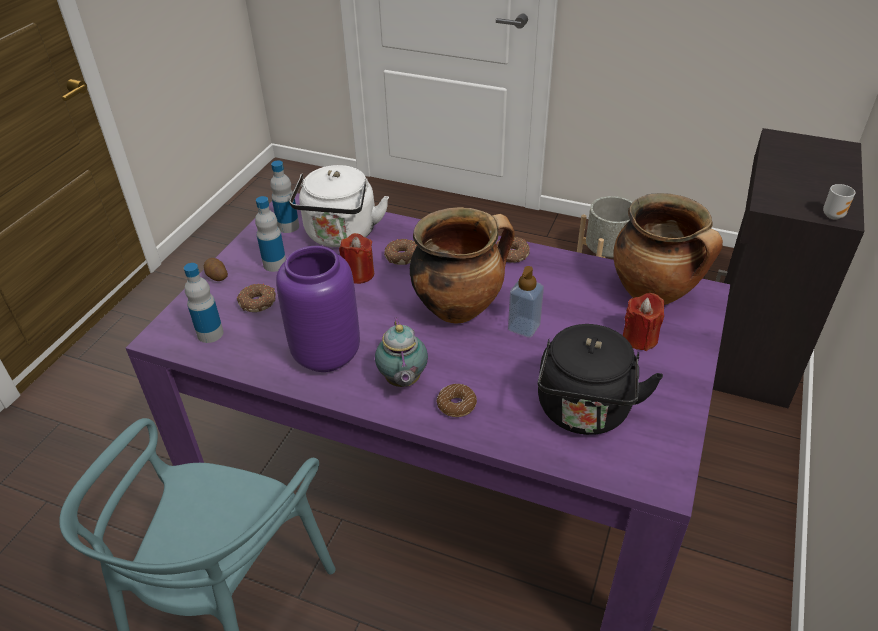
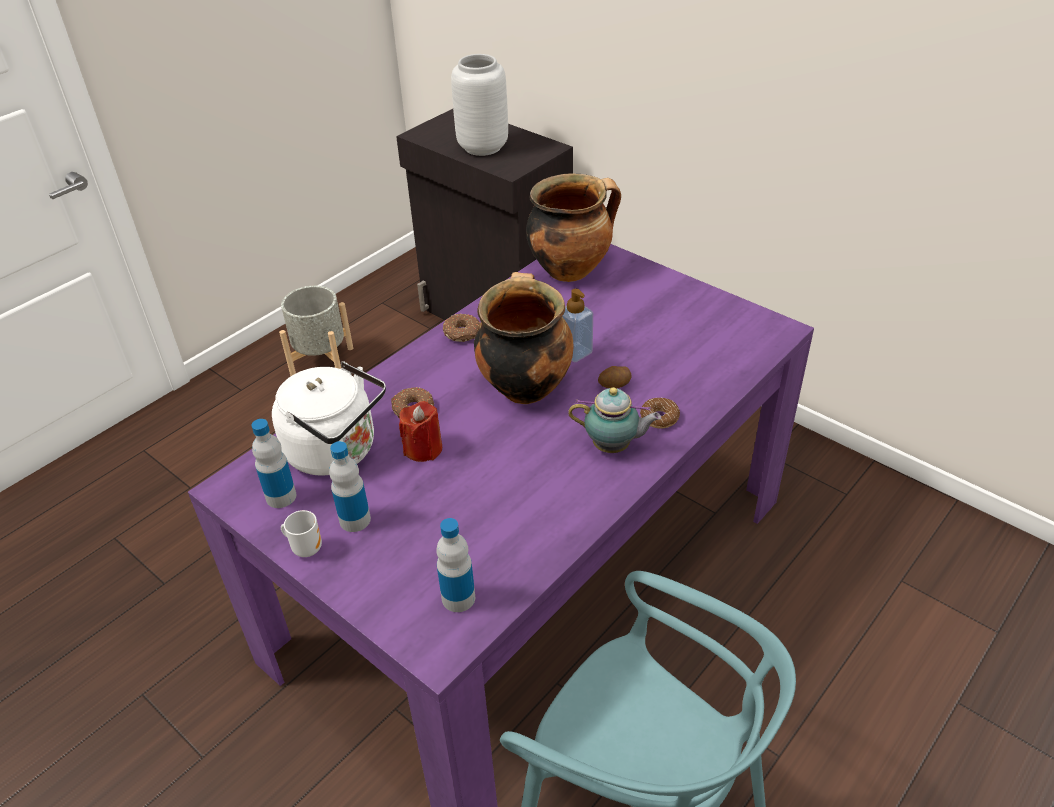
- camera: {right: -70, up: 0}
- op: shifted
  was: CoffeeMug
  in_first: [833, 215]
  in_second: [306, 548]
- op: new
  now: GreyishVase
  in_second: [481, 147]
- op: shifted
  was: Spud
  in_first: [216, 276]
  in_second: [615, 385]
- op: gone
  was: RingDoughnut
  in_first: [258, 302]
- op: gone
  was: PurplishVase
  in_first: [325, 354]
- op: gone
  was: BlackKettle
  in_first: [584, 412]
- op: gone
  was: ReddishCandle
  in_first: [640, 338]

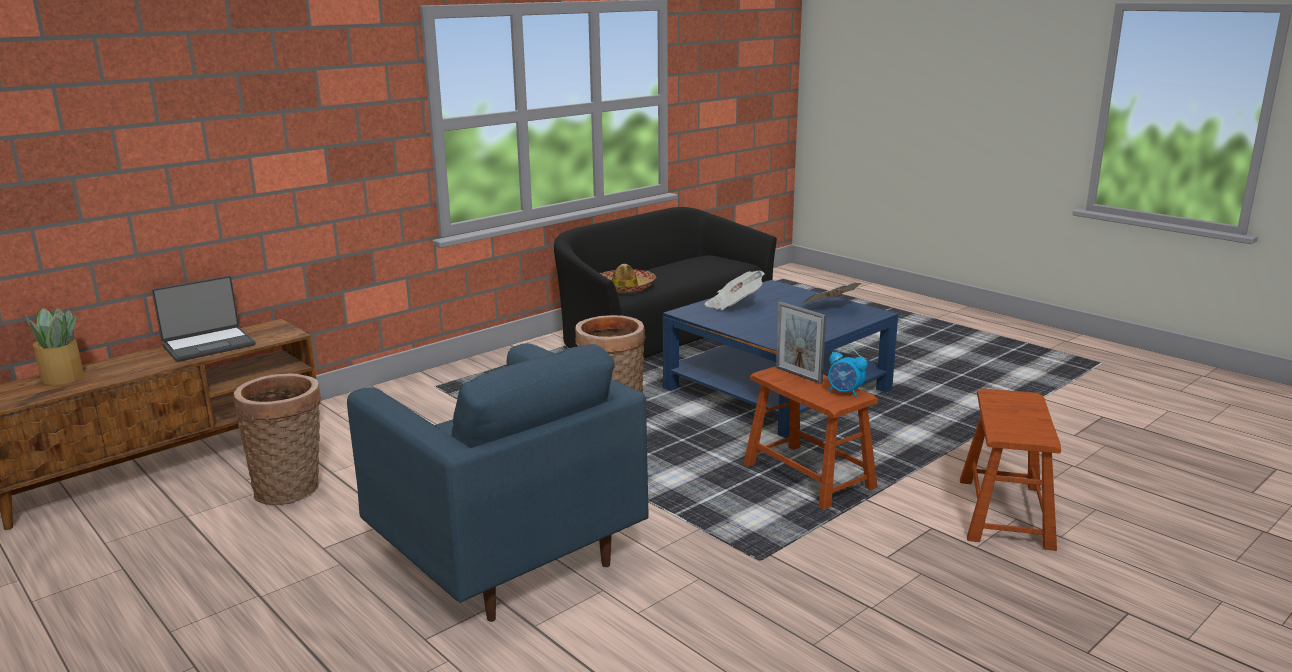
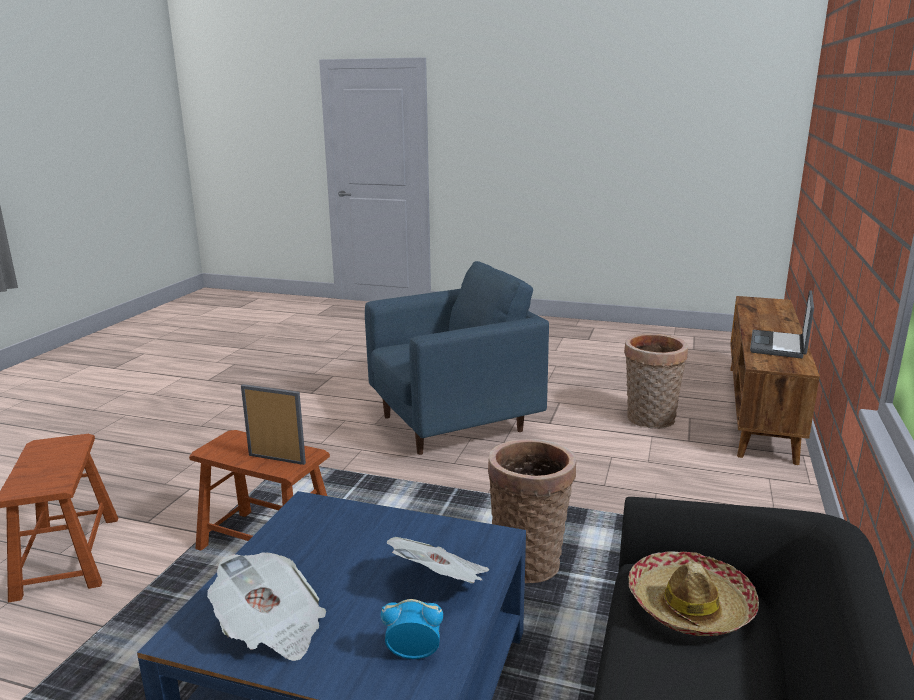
- camera: {right: 150, up: 0}
- op: rotated
  was: BlueLoungeChair
  in_first: [504, 556]
  in_second: [452, 424]
  clockwise: 135
- op: shifted
  was: TableClock
  in_first: [845, 392]
  in_second: [413, 653]
- op: gone
  was: Houseplant
  in_first: [62, 377]

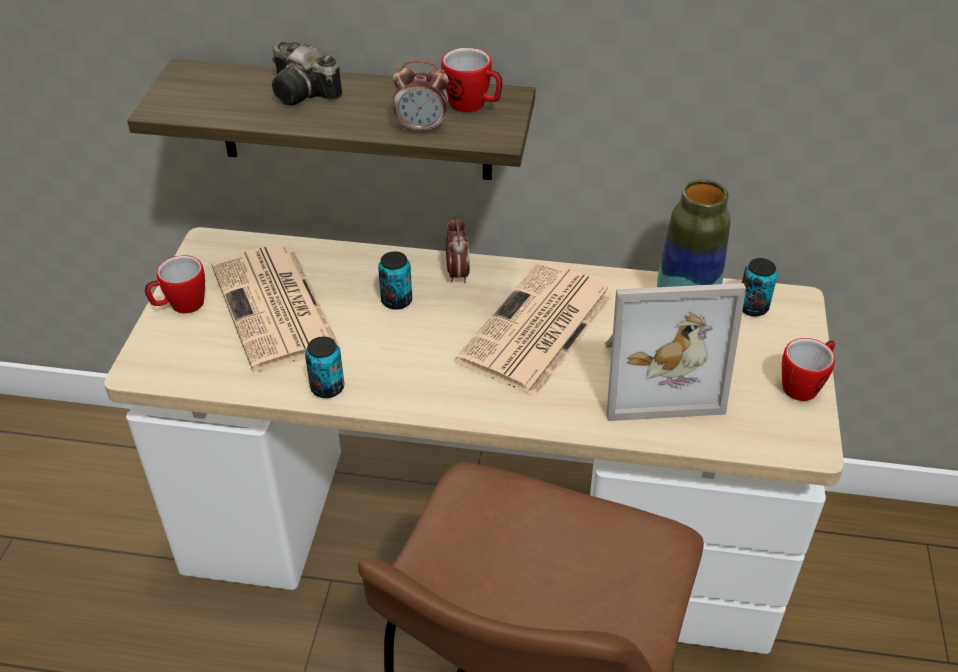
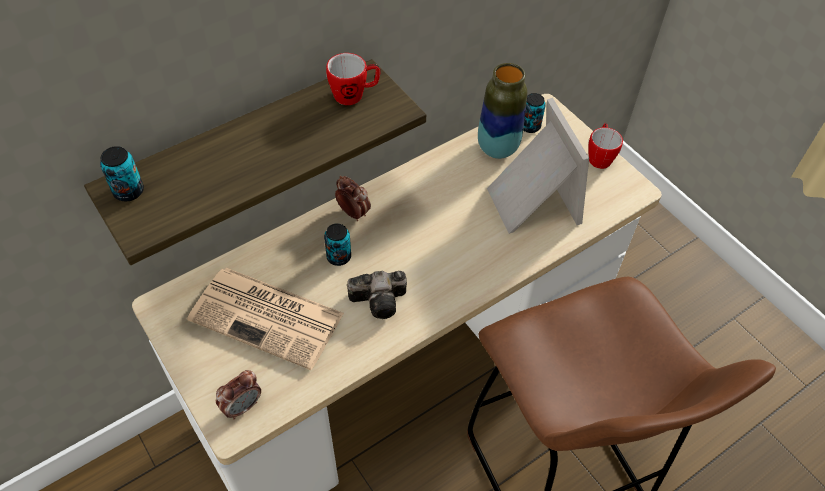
- camera: {right: -45, up: 10}
- op: shifted
  was: MetalCan
  in_first: [327, 388]
  in_second: [129, 191]
- op: shifted
  was: TableClock
  in_first: [422, 128]
  in_second: [242, 406]
- op: shifted
  was: StillCamera
  in_first: [305, 93]
  in_second: [381, 300]
- op: rotated
  was: PictureFrame
  in_first: [656, 376]
  in_second: [530, 202]
  clockwise: -60
- op: gone
  was: CoffeeMug
  in_first: [180, 306]
- op: gone
  was: PrintedPaper
  in_first: [537, 330]

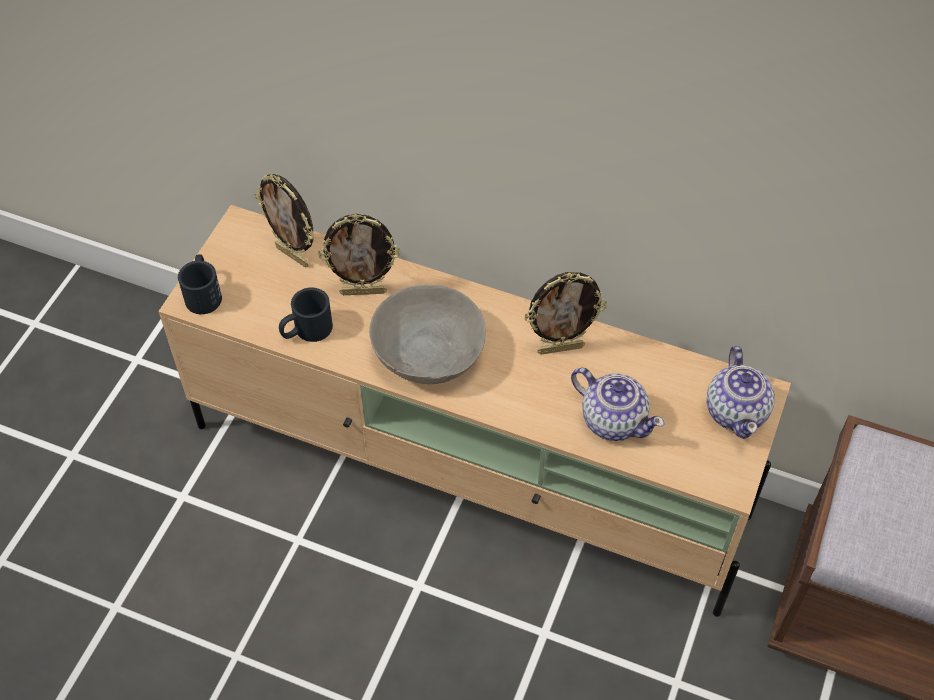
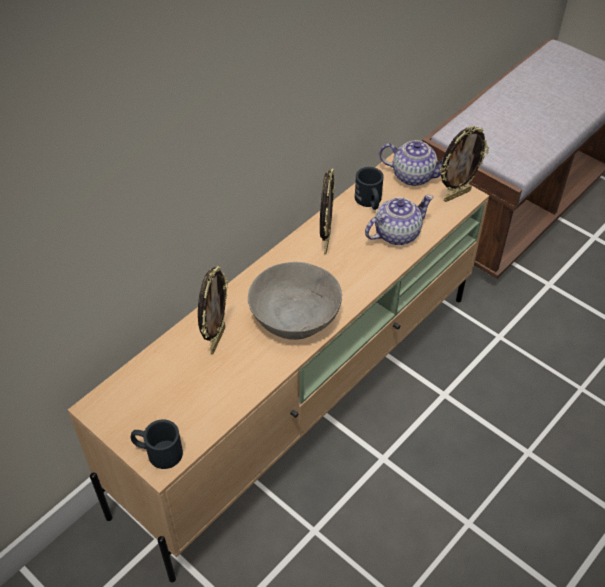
- camera: {right: -70, up: -5}
- op: shifted
  was: BlackCoffeeMug
  in_first: [306, 331]
  in_second: [369, 202]
- op: shifted
  was: PictureFrame
  in_first: [293, 256]
  in_second: [456, 195]

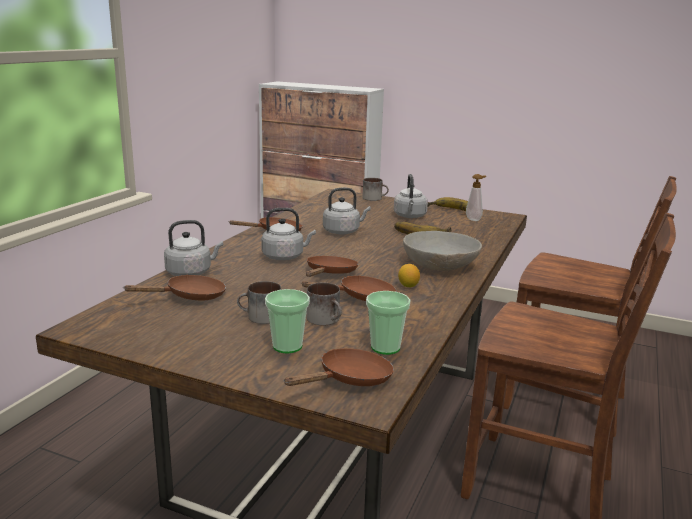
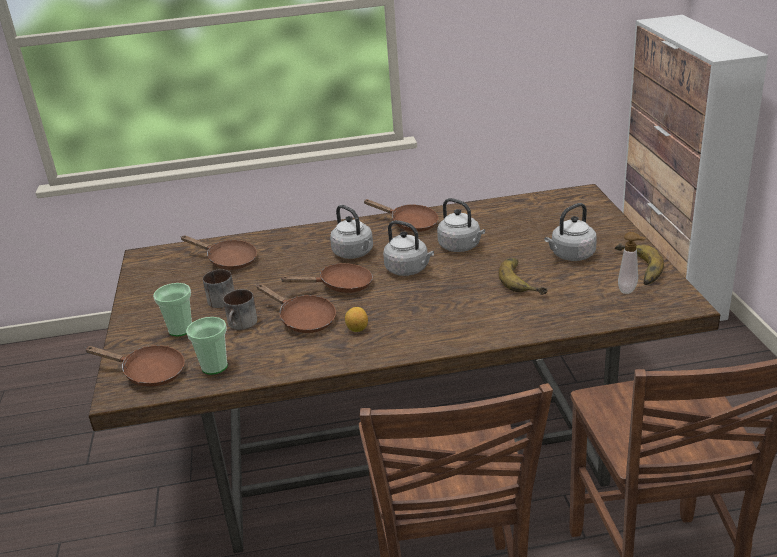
- camera: {right: 60, up: 10}
- op: shifted
  was: GreyishKettle
  in_first: [191, 272]
  in_second: [409, 270]
- op: gone
  was: CoffeeMug
  in_first: [375, 198]
- op: gone
  was: GreyishBowl
  in_first: [440, 265]

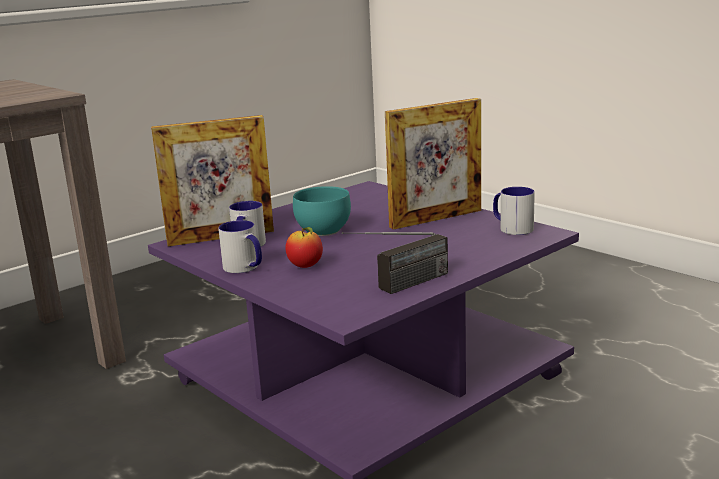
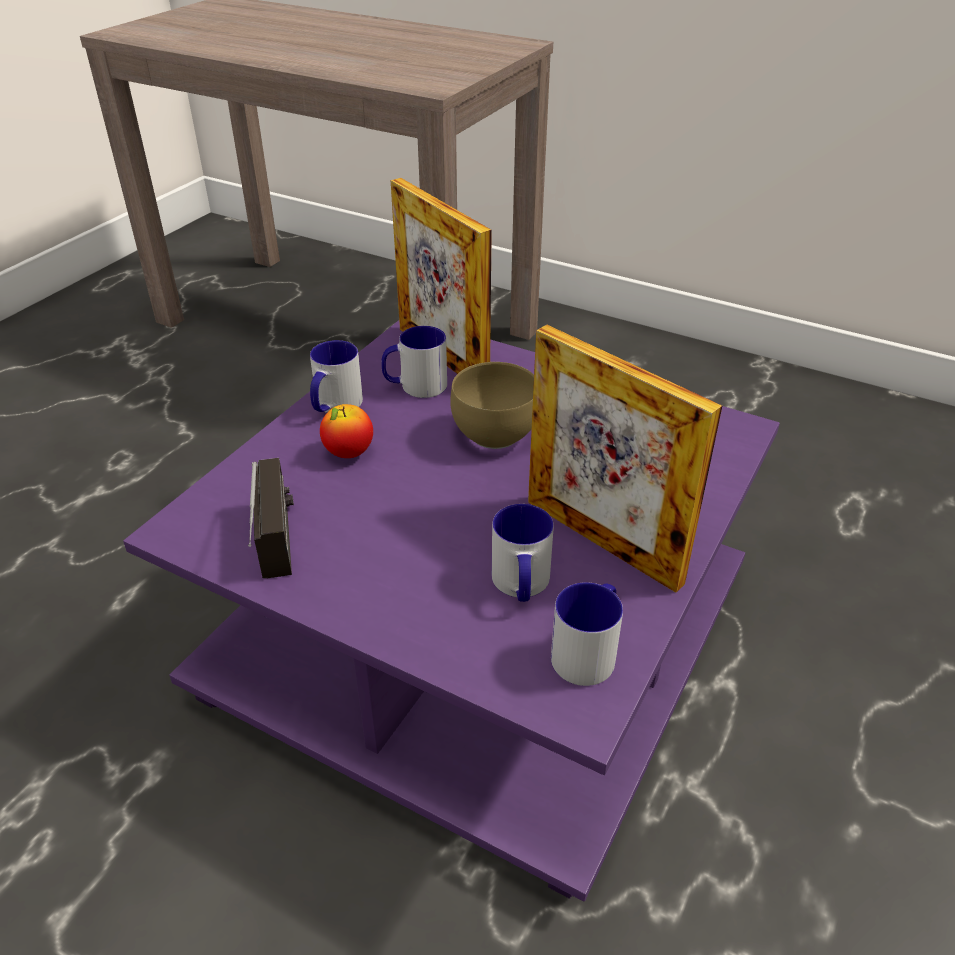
- camera: {right: 70, up: 20}
- op: rotated
  was: RadioSet
  in_first: [399, 287]
  in_second: [280, 558]
  clockwise: -135
- op: repainted
  was: BlueGreenBowl
  now: BrownishBowl
  in_first: [322, 231]
  in_second: [496, 433]
- op: new
  now: CoffeeMug
  in_second: [521, 585]

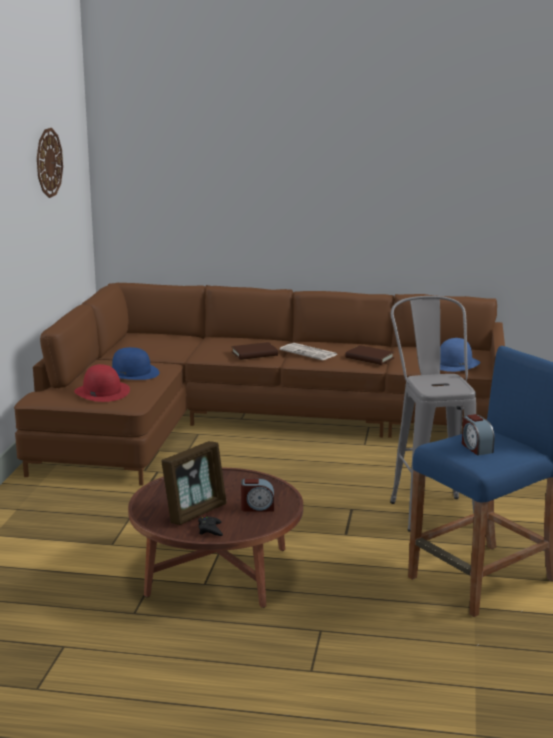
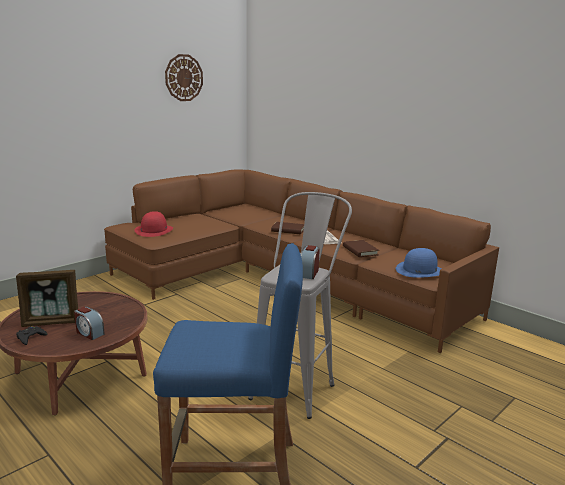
- camera: {right: 35, up: 0}
- op: shifted
  was: TableClock
  in_first: [476, 448]
  in_second: [308, 273]
- op: gone
  was: BlueWearableHat
  in_first: [132, 373]

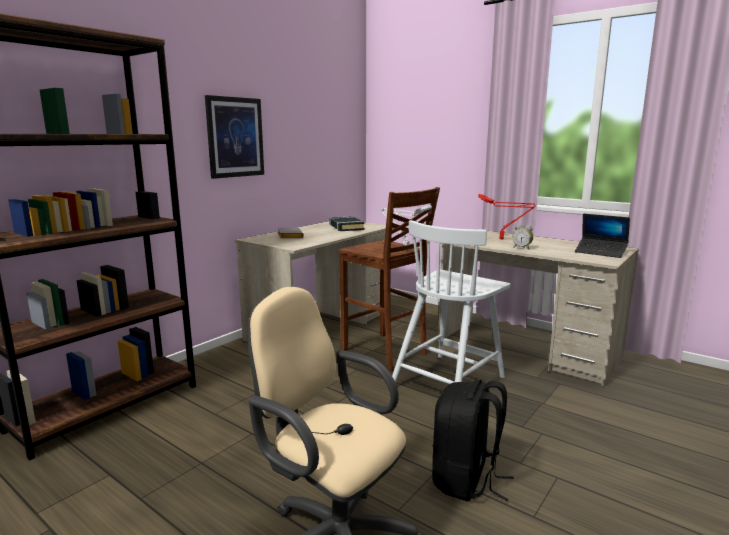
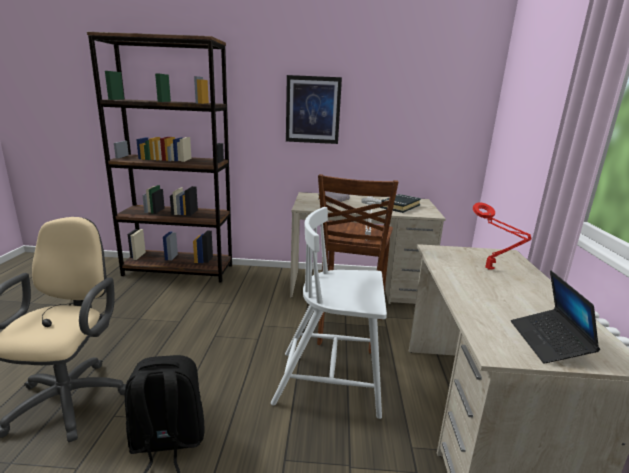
- camera: {right: 55, up: 5}
- op: gone
  was: TableClock
  in_first: [522, 248]

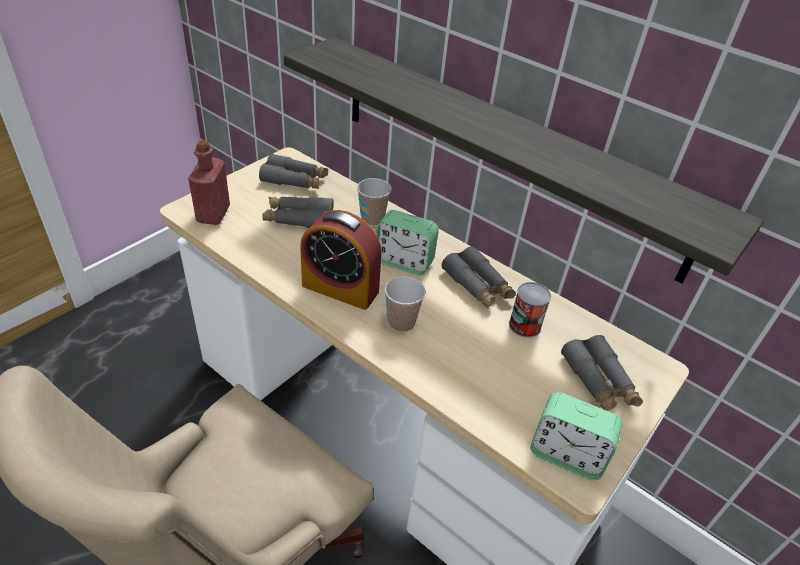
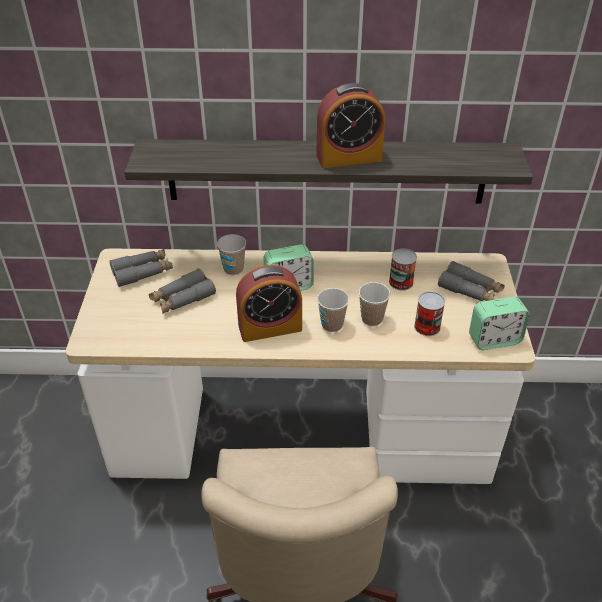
- camera: {right: -35, up: 0}
- op: new
  now: TableClock
  in_second: [349, 157]
- op: new
  now: SmallCup
  in_second: [372, 319]
- op: new
  now: MetalCan
  in_second: [427, 327]
- op: gone
  was: ReddishBeverageBottle
  in_first: [213, 214]
- op: gone
  was: GreyishBinoculars
  in_first: [477, 285]

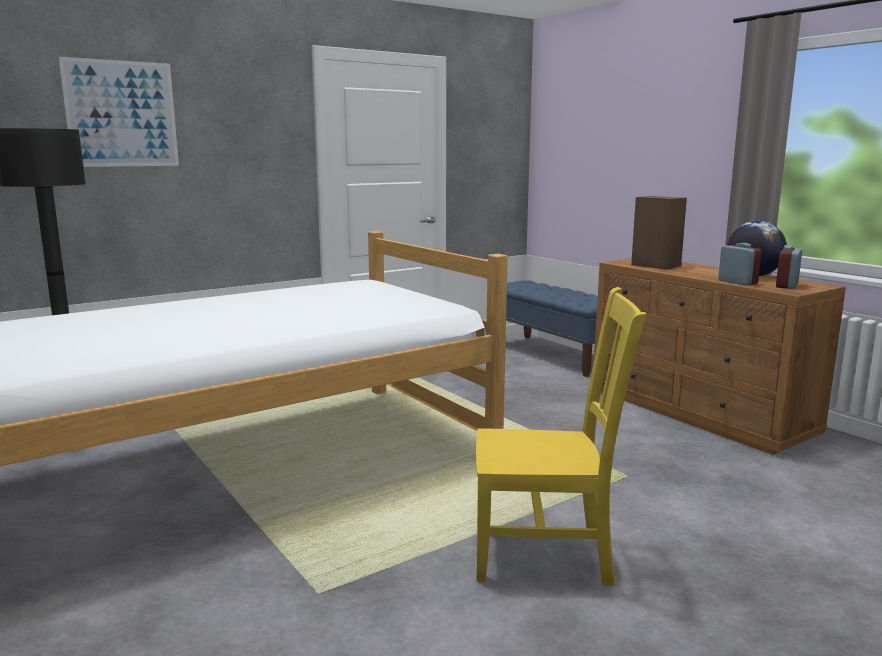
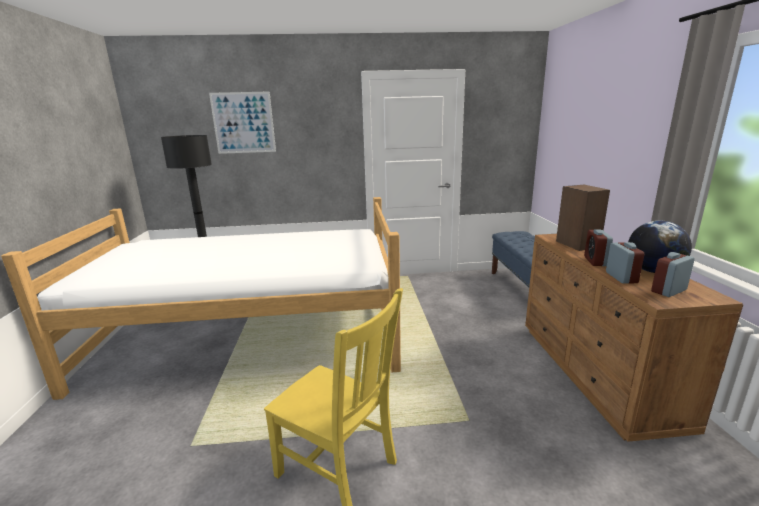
- camera: {right: 30, up: 5}
- op: new
  now: TableClock
  in_second: [595, 261]

